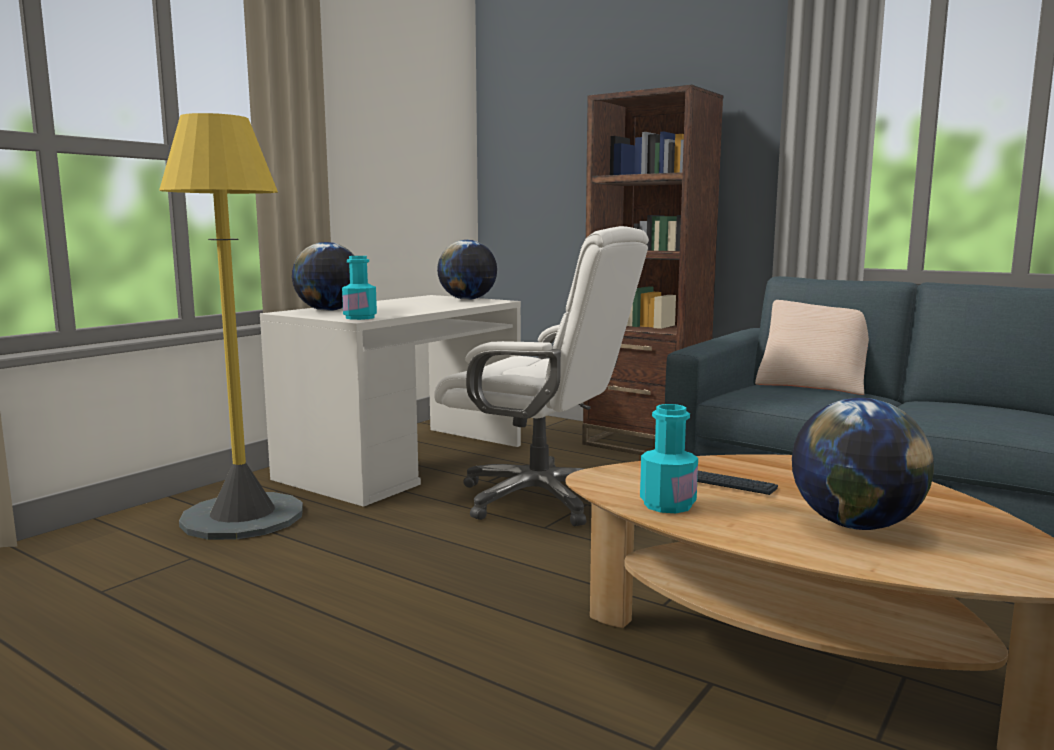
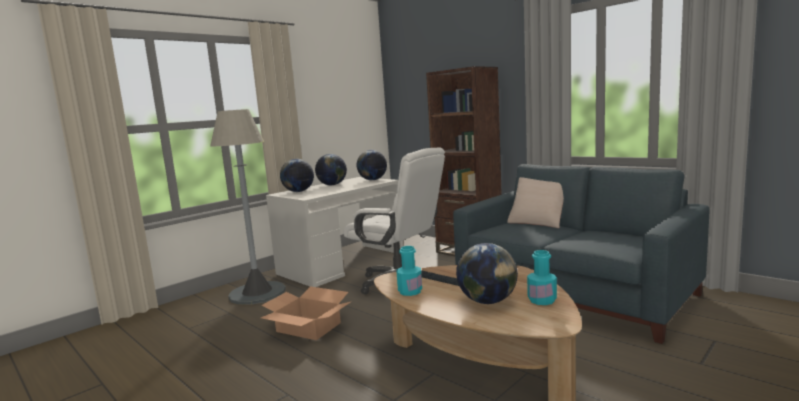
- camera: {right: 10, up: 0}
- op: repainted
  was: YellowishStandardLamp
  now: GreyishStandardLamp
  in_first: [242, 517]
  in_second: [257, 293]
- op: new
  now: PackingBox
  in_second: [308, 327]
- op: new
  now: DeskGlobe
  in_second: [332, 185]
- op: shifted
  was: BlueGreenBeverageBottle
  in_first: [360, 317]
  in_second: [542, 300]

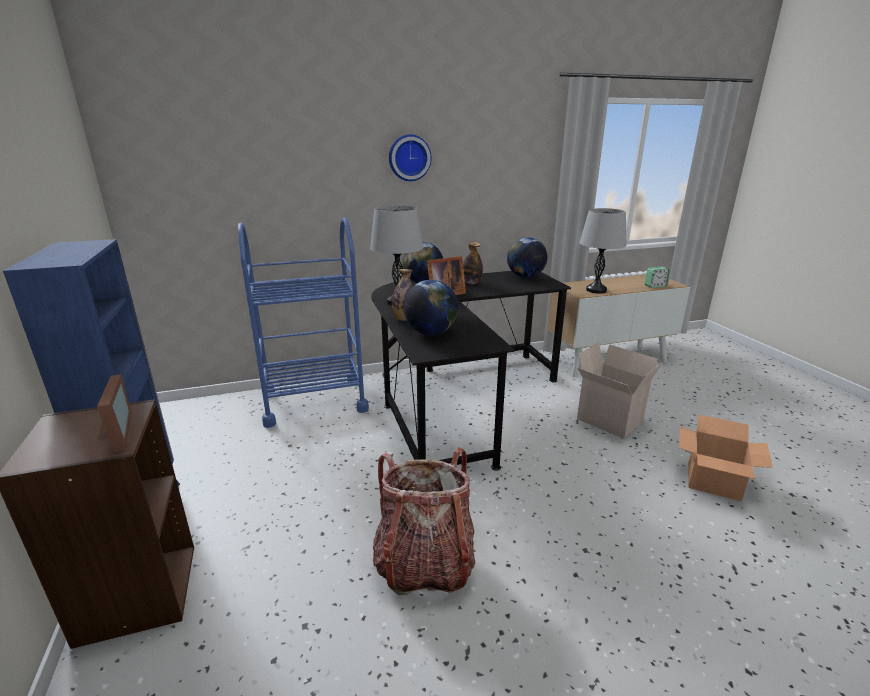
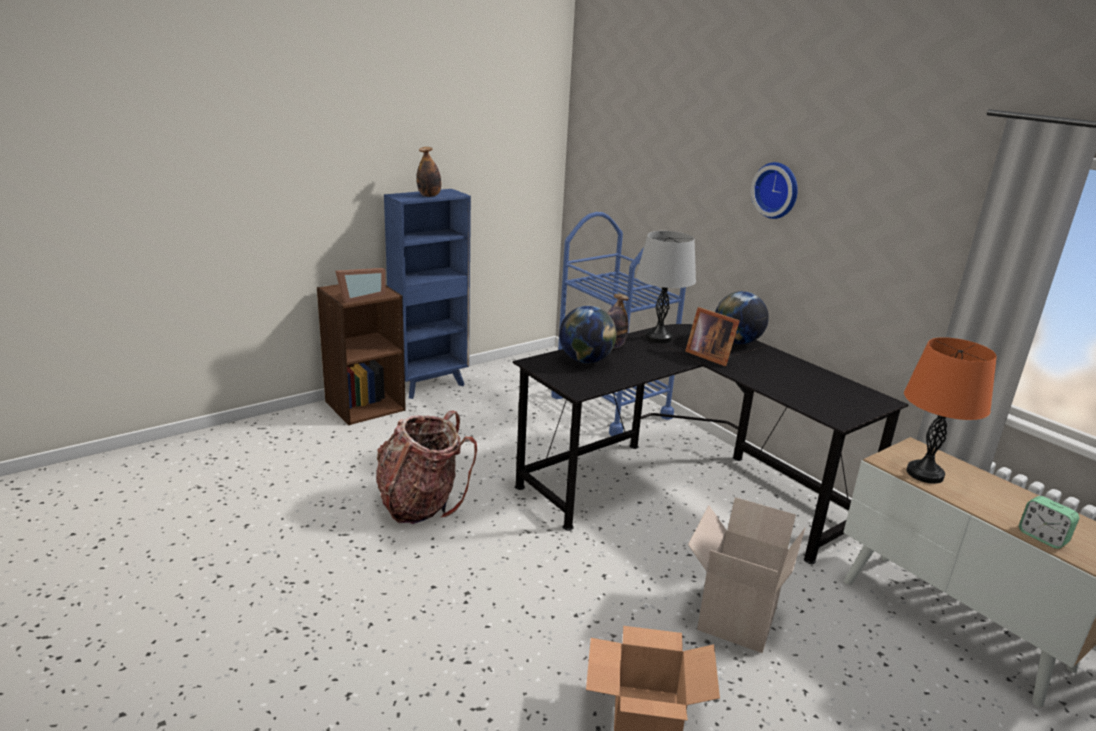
- camera: {right: 70, up: 0}
- op: shifted
  was: BeverageBottle
  in_first: [471, 283]
  in_second: [429, 196]
- op: repainted
  was: GreyishTableLamp
  now: OrangeyTableLamp
  in_first: [596, 290]
  in_second: [925, 474]
- op: gone
  was: DeskGlobe
  in_first: [525, 277]

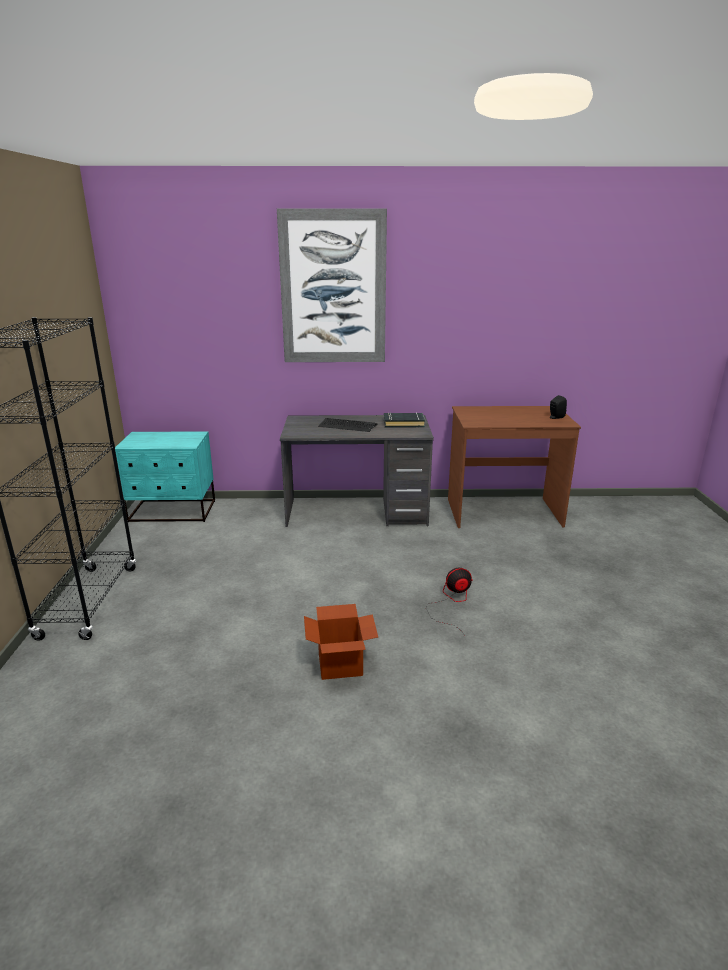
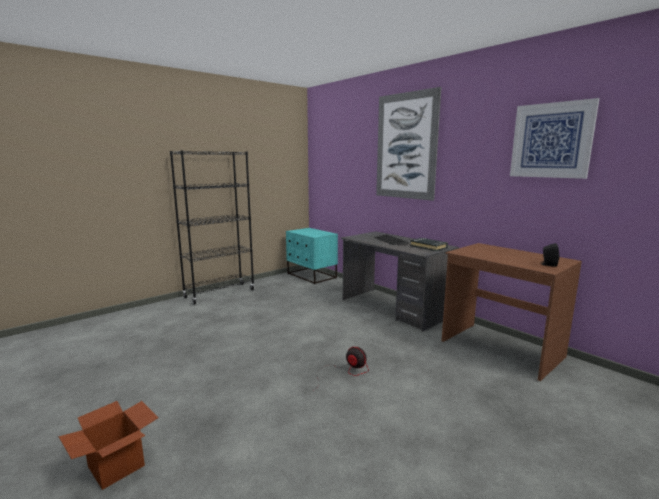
- camera: {right: 50, up: -10}
- op: shifted
  was: PackingBox
  in_first: [340, 664]
  in_second: [116, 466]
- op: new
  now: WallPicture
  in_second: [551, 140]

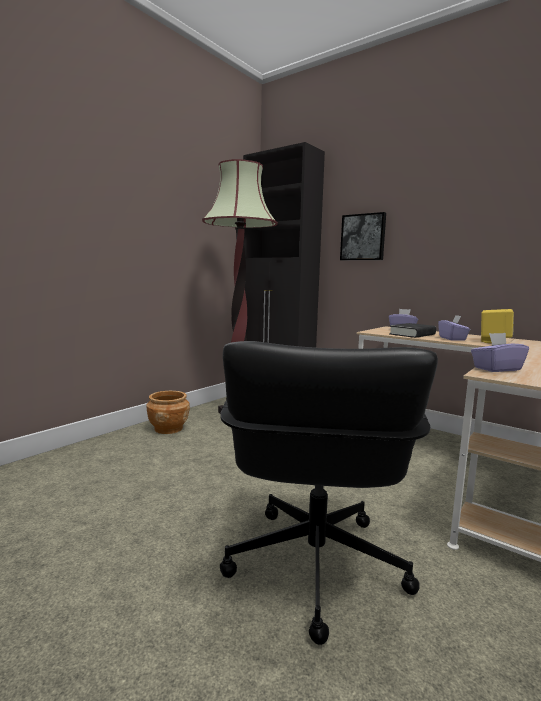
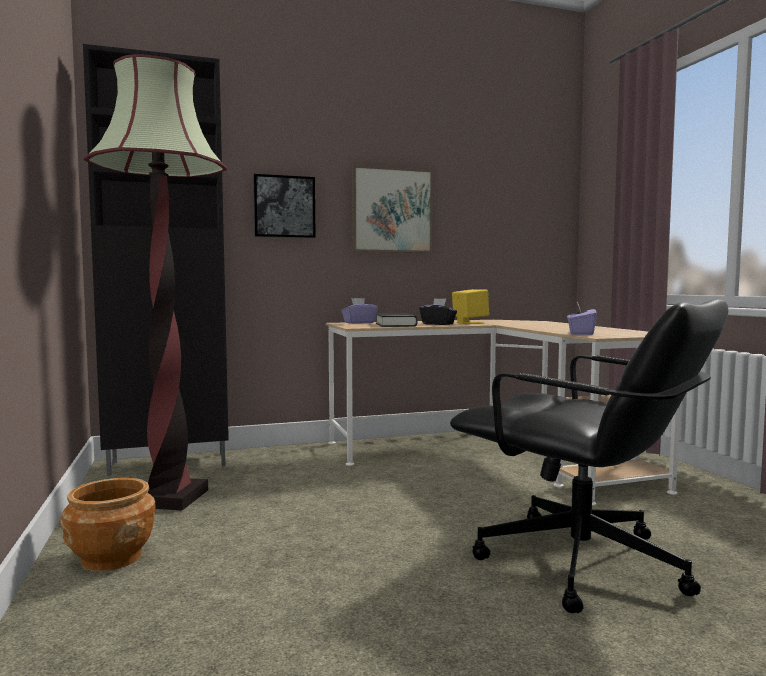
- camera: {right: -55, up: -5}
- op: new
  now: WallPicture
  in_second: [391, 210]
- op: repainted
  was: PurplishTissueHolder
  now: BlackTissueHolder
  in_first: [452, 339]
  in_second: [438, 324]

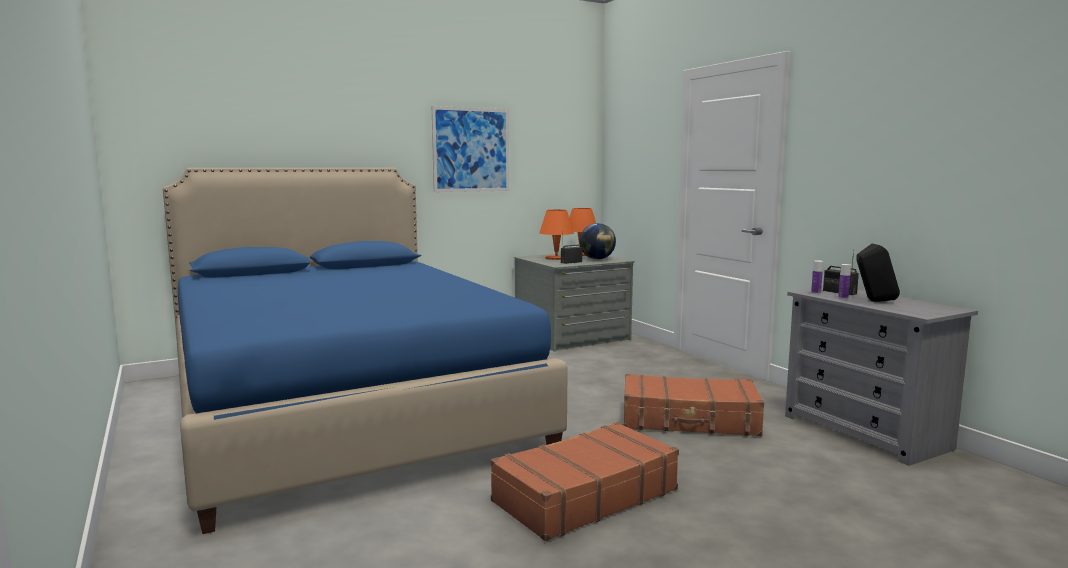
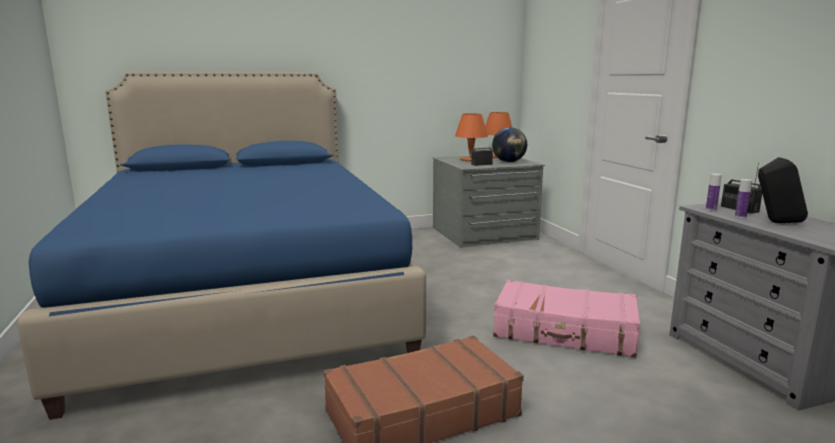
- camera: {right: 10, up: 5}
- op: repainted
  was: BrownishSuitcase
  now: PinkSuitcase
  in_first: [689, 420]
  in_second: [564, 332]
- op: gone
  was: WallPicture
  in_first: [471, 150]

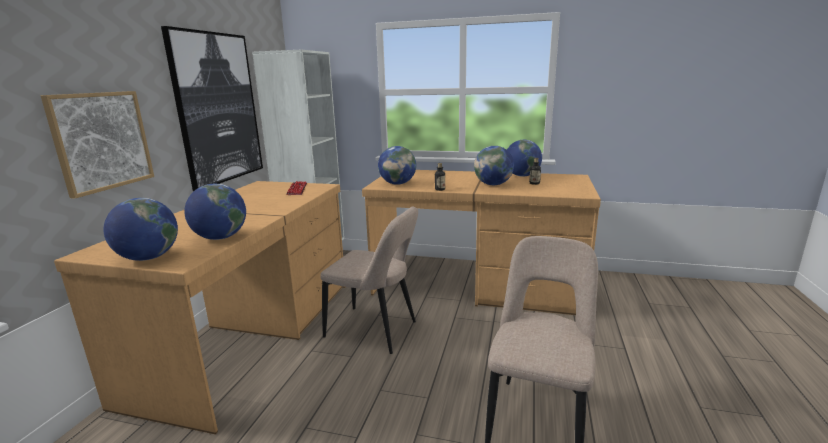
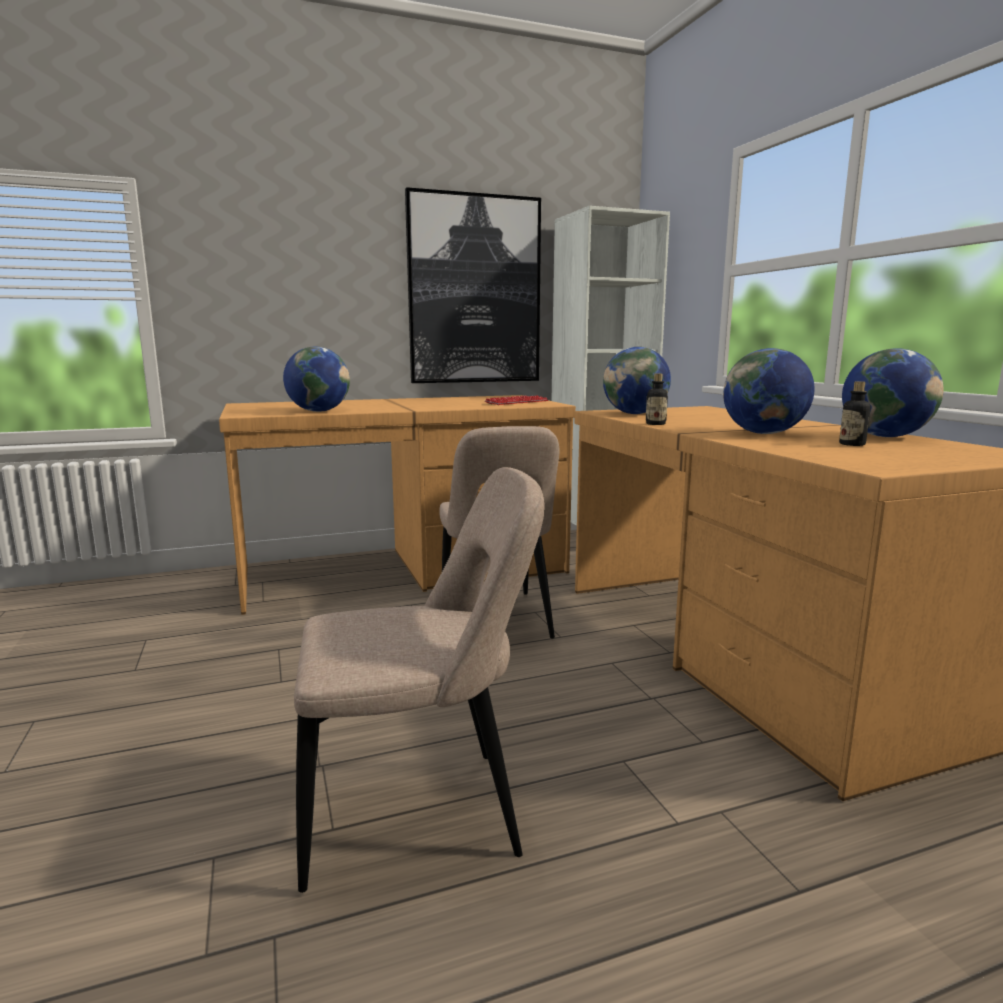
- camera: {right: 55, up: -5}
- op: gone
  was: WallPicture
  in_first: [102, 141]
- op: gone
  was: DeskGlobe
  in_first: [148, 258]

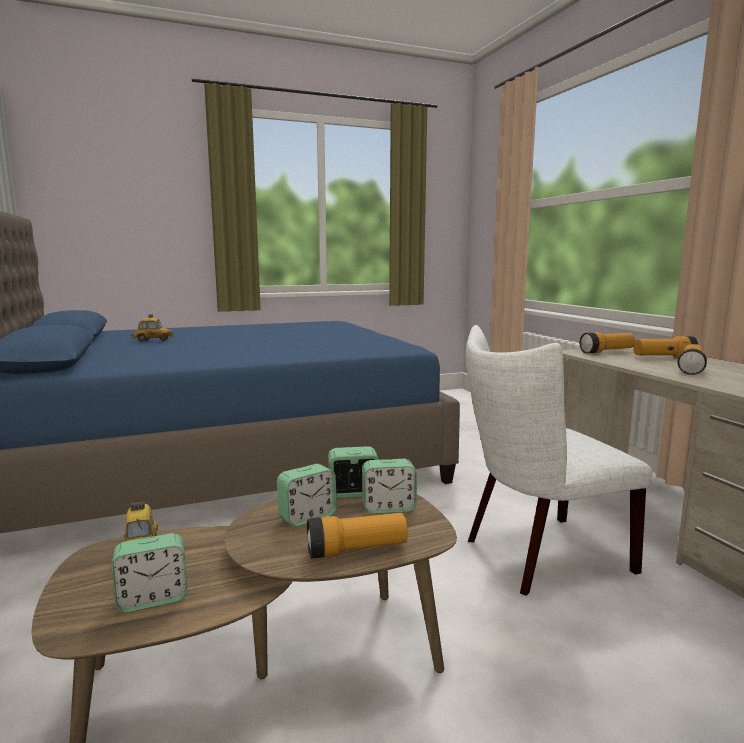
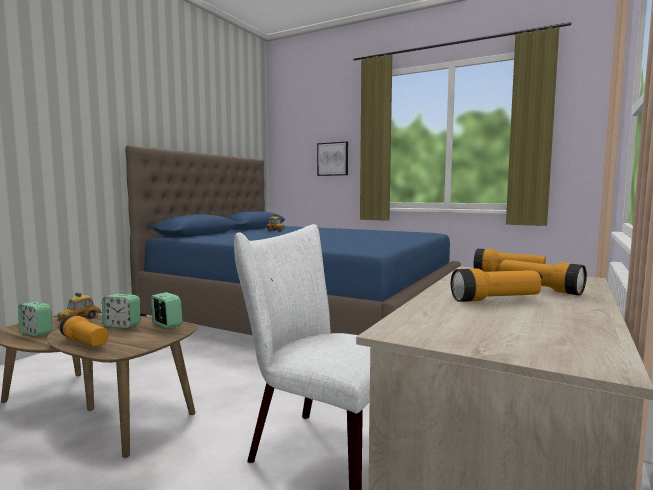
- camera: {right: 50, up: -5}
- op: new
  now: WallPicture
  in_second: [333, 159]
- op: gone
  was: TableClock
  in_first: [388, 507]

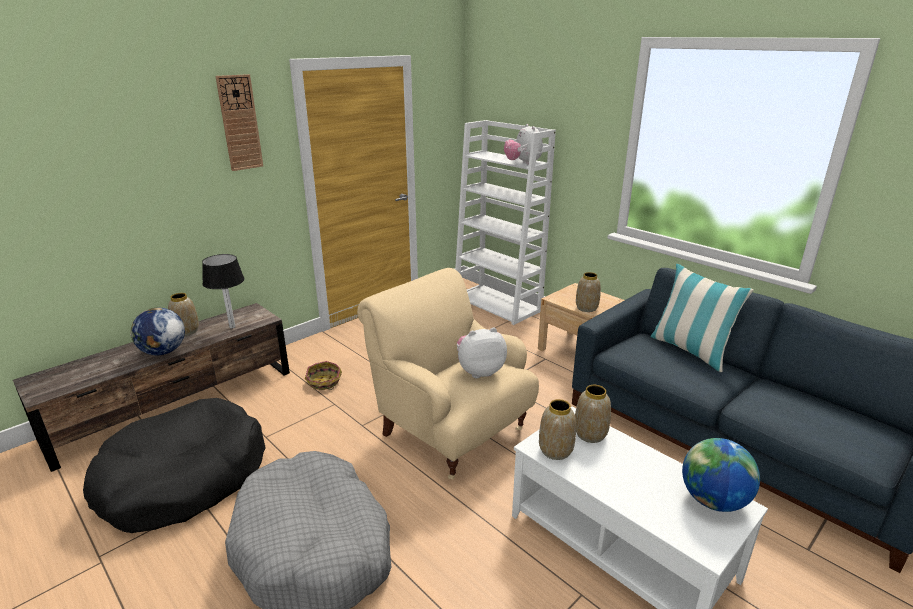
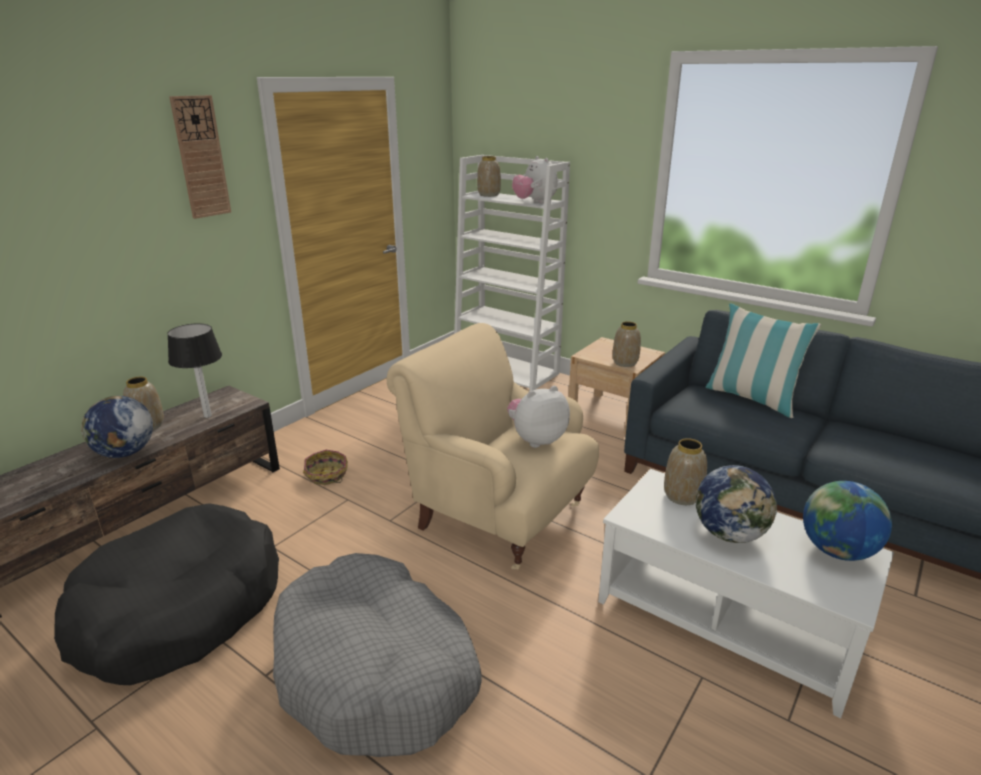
- camera: {right: -10, up: 0}
- op: shifted
  was: Vase
  in_first: [555, 451]
  in_second: [488, 195]
- op: new
  now: DeskGlobe
  in_second: [730, 534]

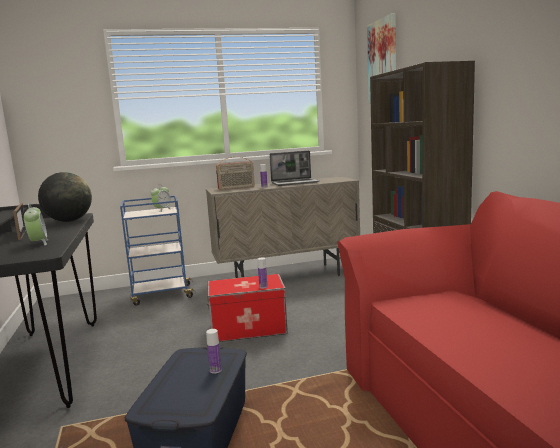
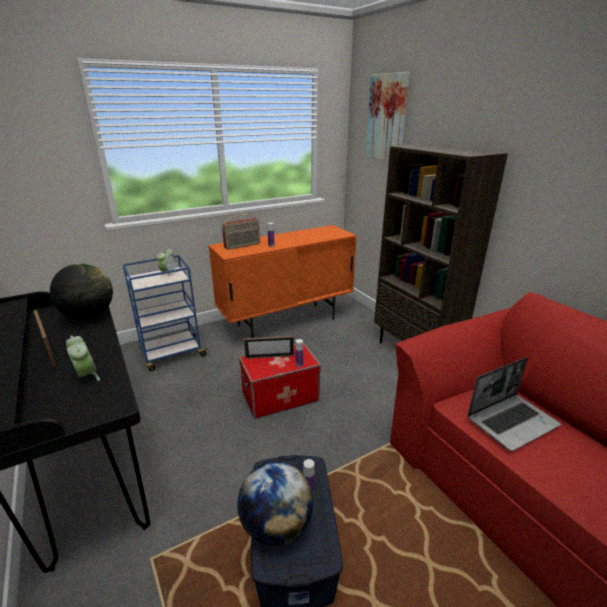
- camera: {right: -15, up: 15}
- op: repainted
  was: BeigeCupboard
  now: OrangeyCupboard
  in_first: [287, 276]
  in_second: [287, 322]
- op: new
  now: DeskGlobe
  in_second: [276, 526]
- op: new
  now: PictureFrame
  in_second: [269, 356]
- op: shifted
  was: NotebookComputer
  in_first: [295, 183]
  in_second: [512, 421]

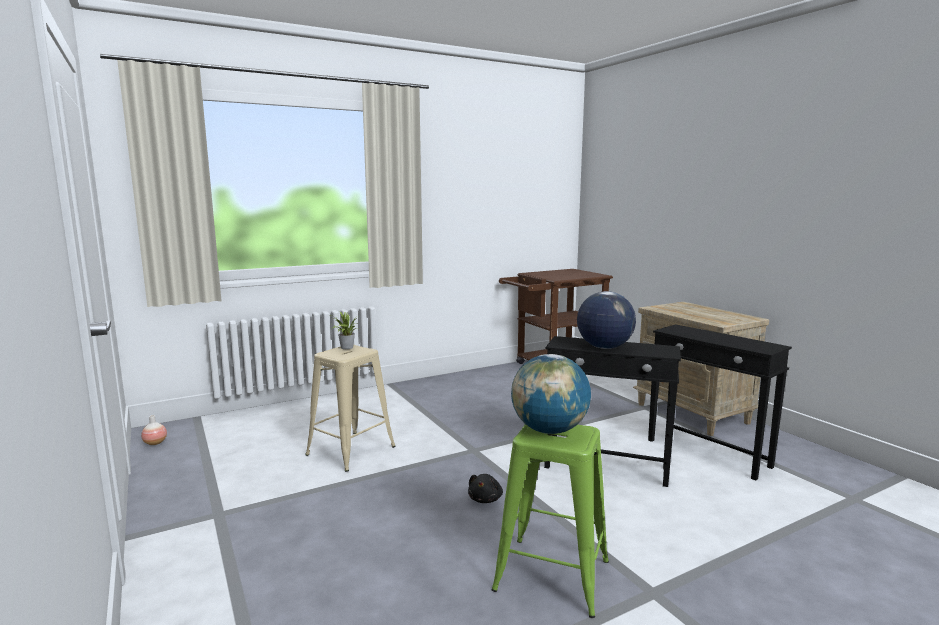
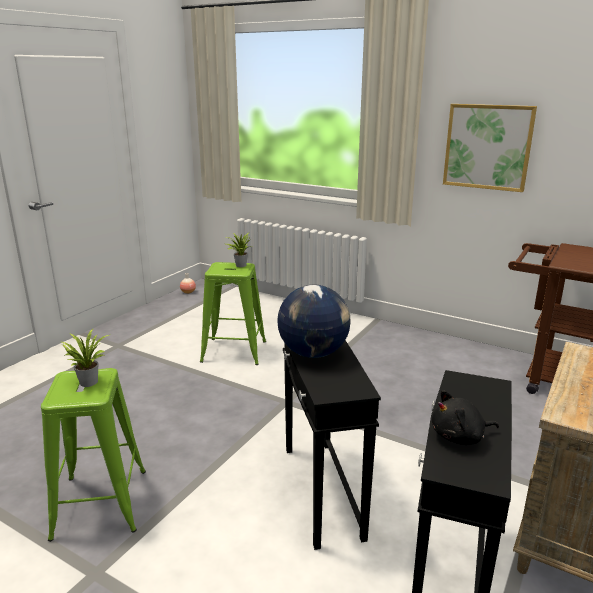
- camera: {right: 60, up: 10}
- op: swapped
  was: DeskGlobe
  now: Houseplant
  in_first: [549, 430]
  in_second: [88, 381]
- op: repainted
  was: BeigeStoolSeat
  now: GreenColouredStoolSeat
  in_first: [350, 451]
  in_second: [233, 351]
- op: shifted
  was: BlackPlushToy
  in_first: [485, 499]
  in_second: [460, 437]
- op: new
  now: WallPicture
  in_second: [487, 147]

